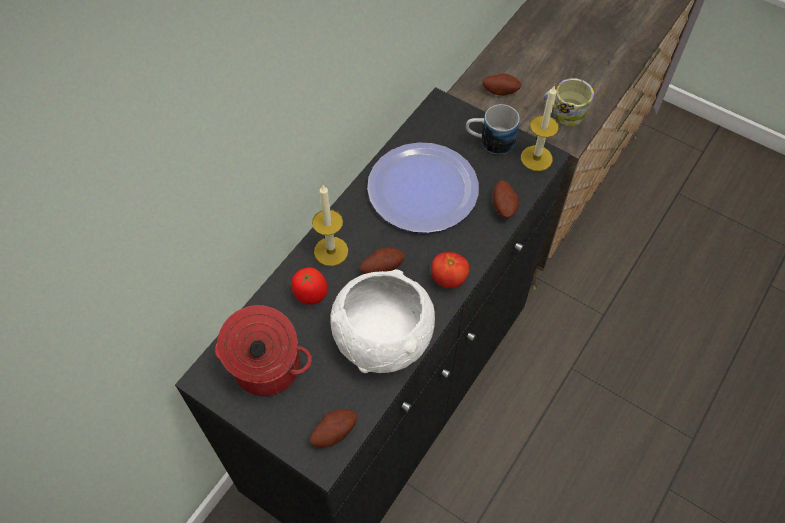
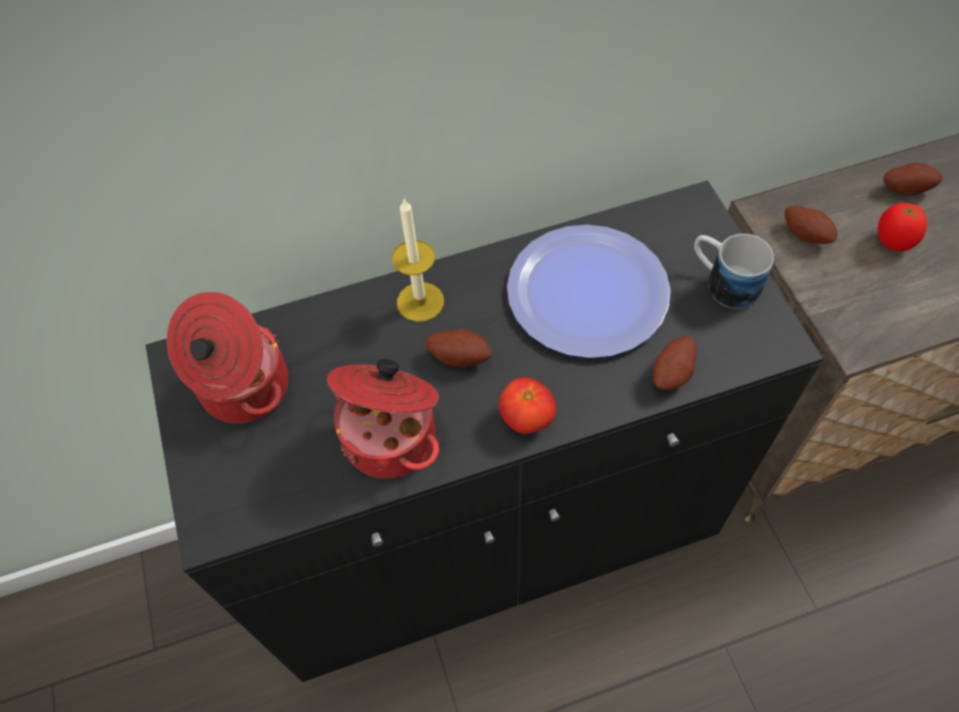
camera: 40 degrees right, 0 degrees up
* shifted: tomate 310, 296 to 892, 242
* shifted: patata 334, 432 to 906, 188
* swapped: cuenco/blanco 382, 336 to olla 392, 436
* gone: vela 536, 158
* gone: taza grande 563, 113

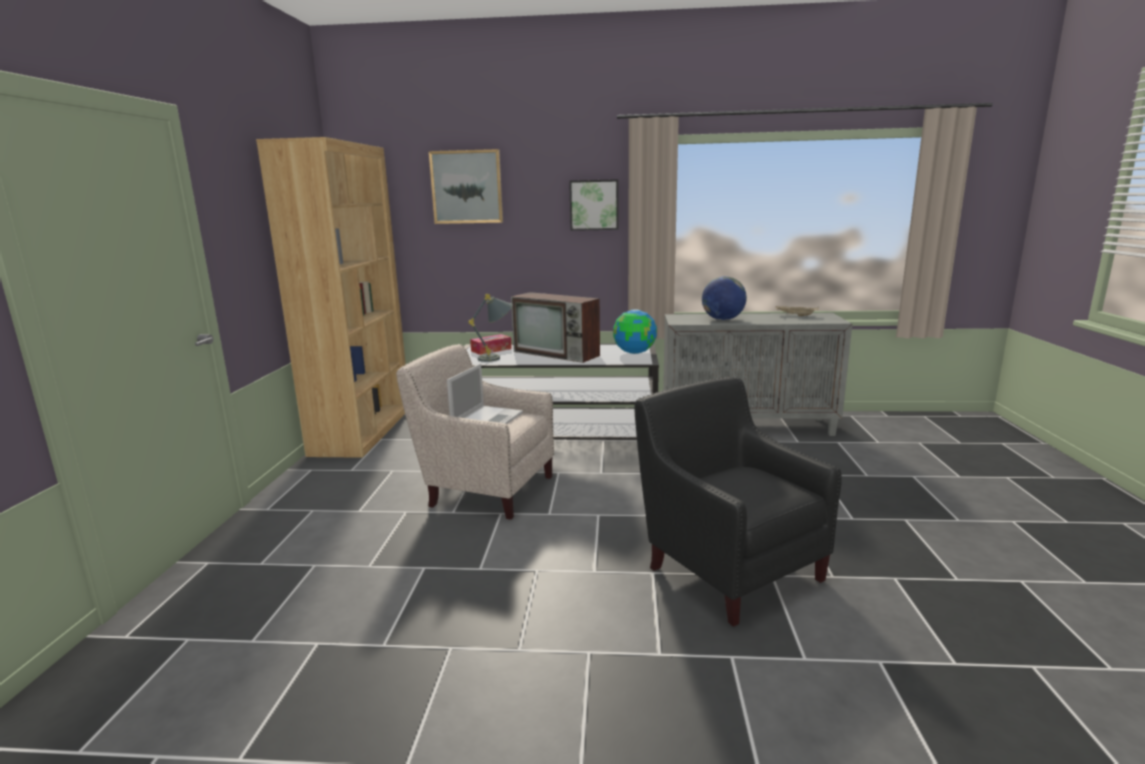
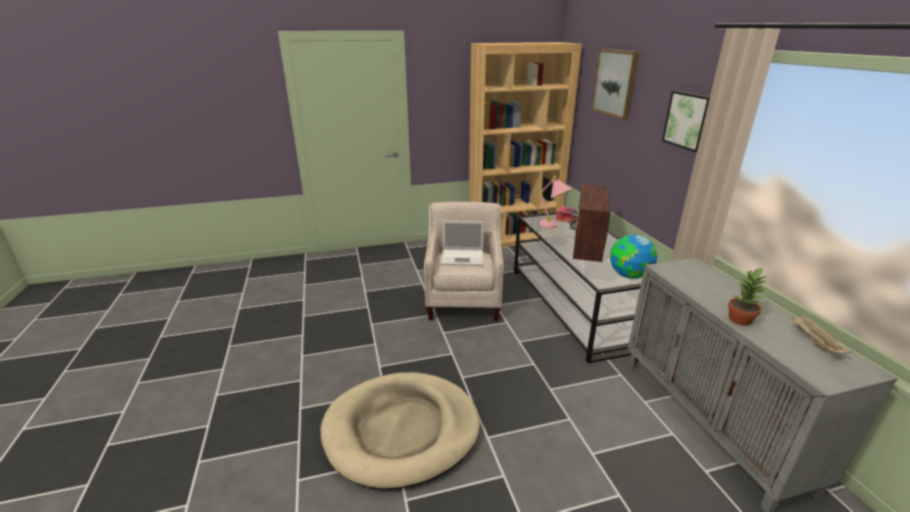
camera: 70 degrees right, 10 degrees up
* repainted: lámpara de mesa/gris 497, 357 to lámpara de mesa/rosa 553, 226
* swapped: sillón/negro 729, 567 to cama para perro/beis 402, 431
* gone: globo terráqueo 722, 319
* new: planta en maceta 740, 320

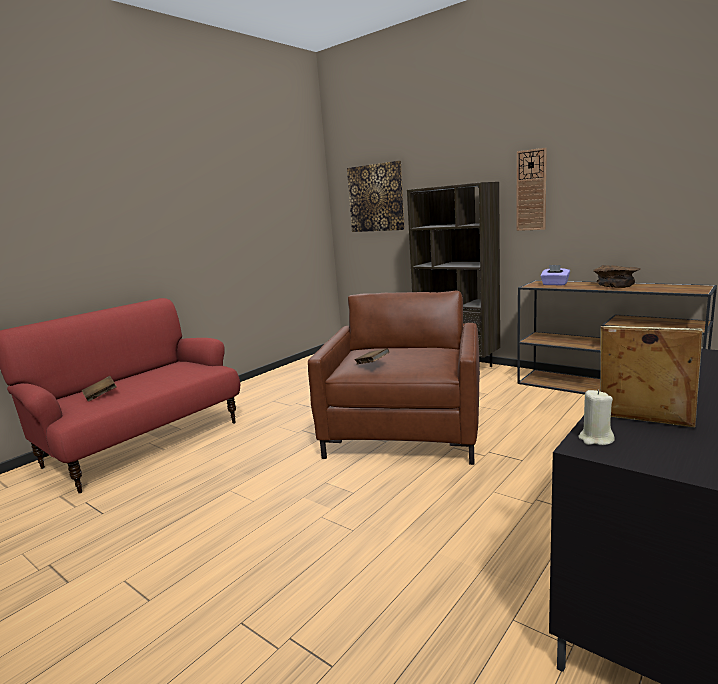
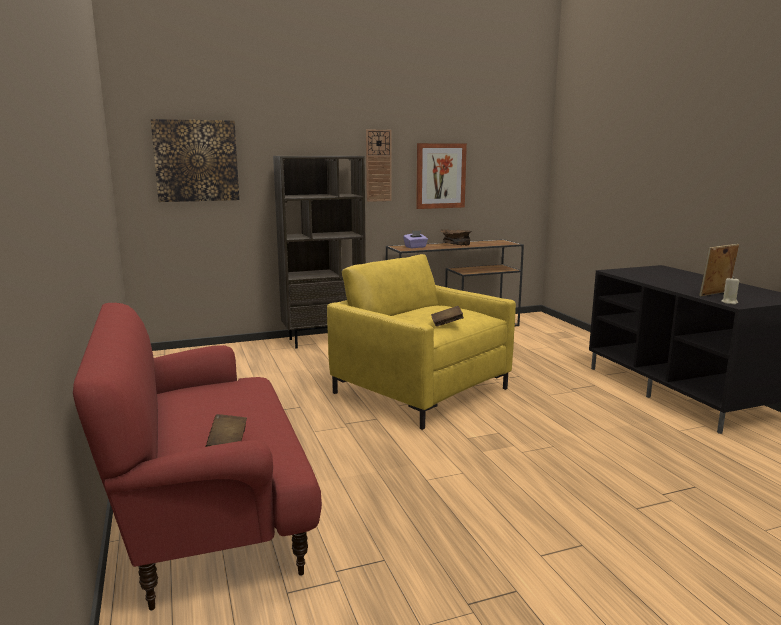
camera: 60 degrees left, 0 degrees up
* repainted: sillón/marrón 405, 432 to sillón/amarillo 421, 391
* new: cuadro 440, 176

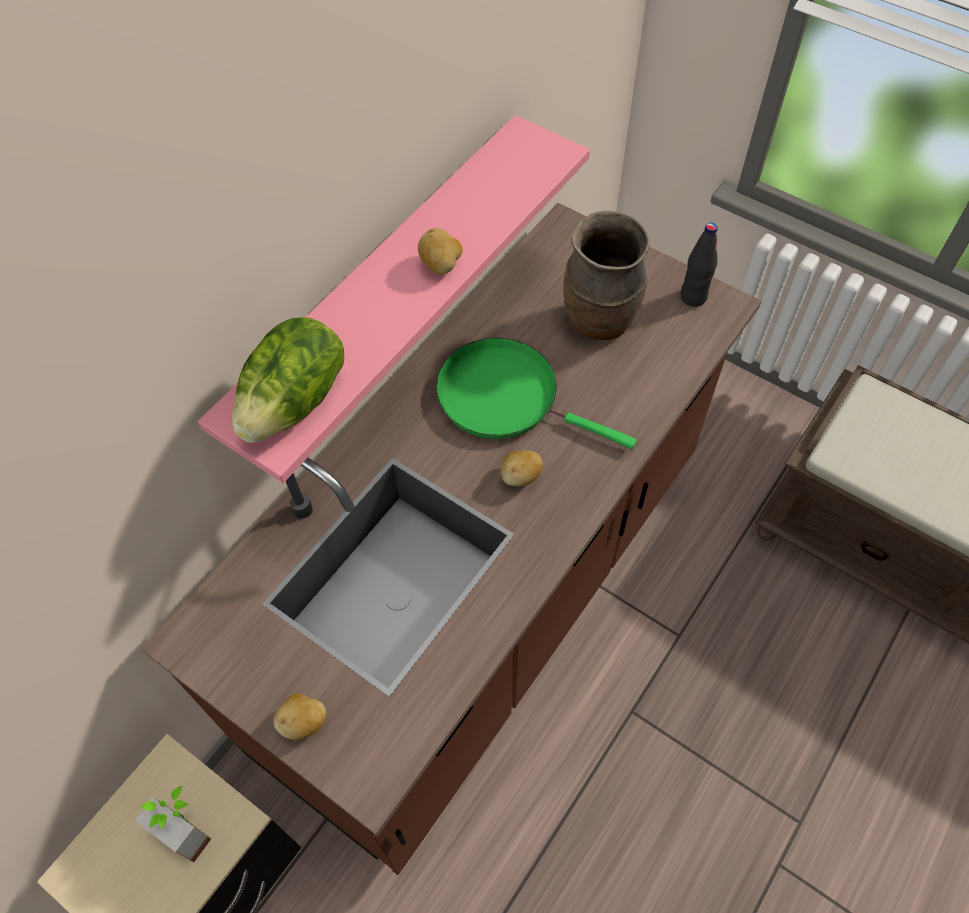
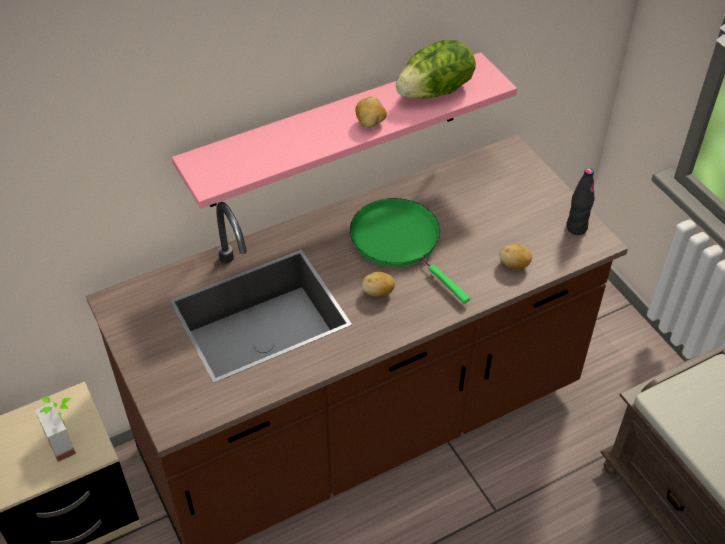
camera: 25 degrees right, 10 degrees down
* shifted: lechuga 296, 402 to 436, 91
* shifted: patata 303, 722 to 514, 265
* gone: florero/marrón 600, 322

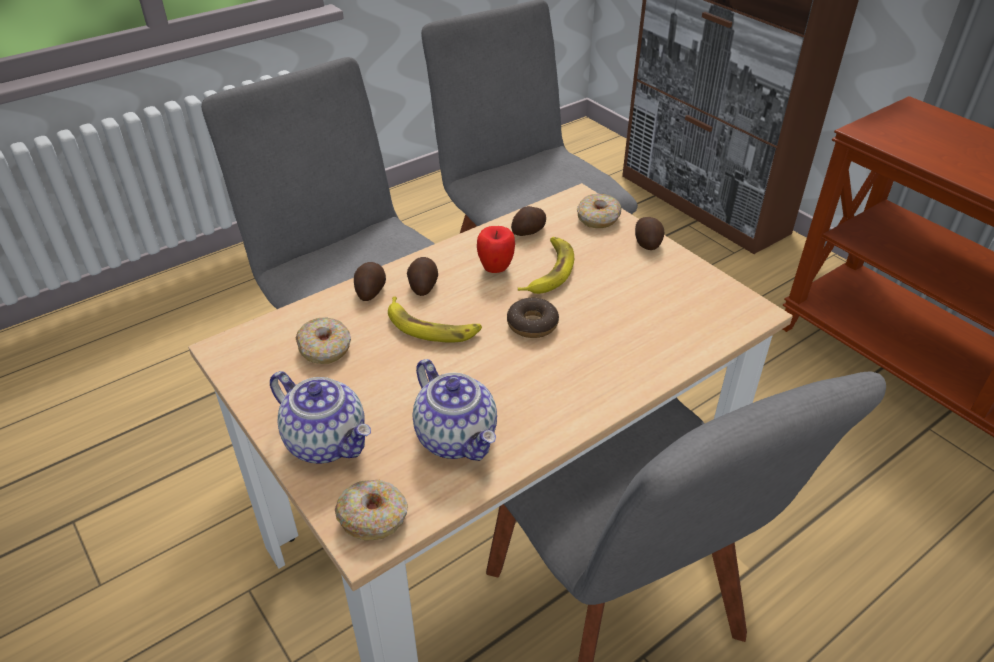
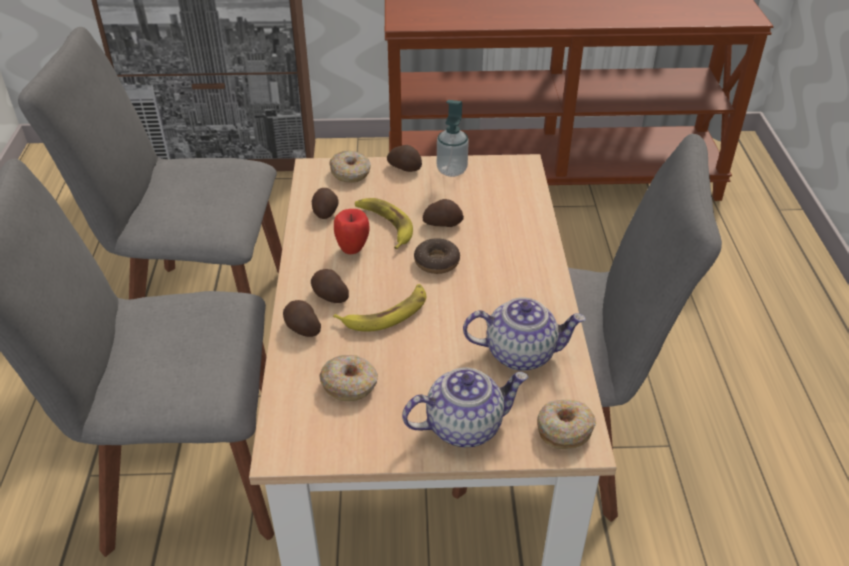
camera: 55 degrees left, 0 degrees up
* new: patata 442, 223
* new: dispensador de jabón 452, 170

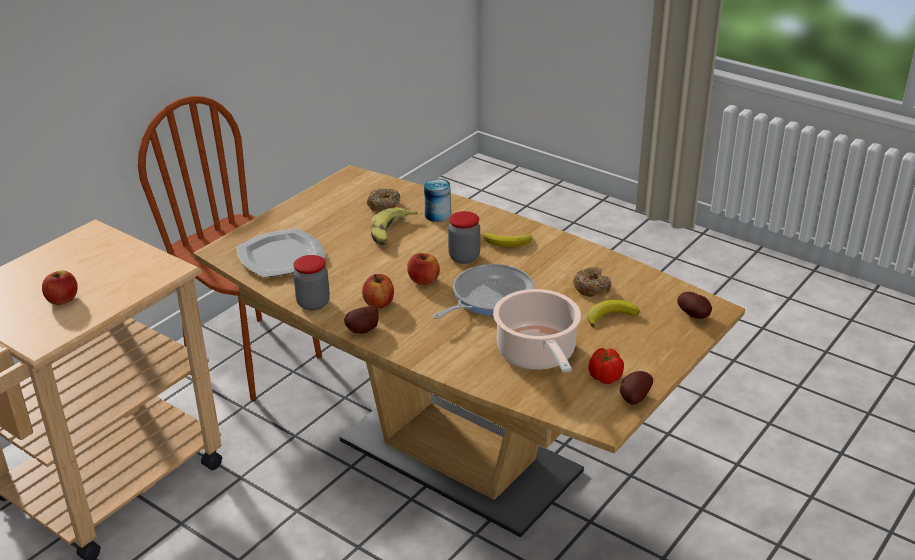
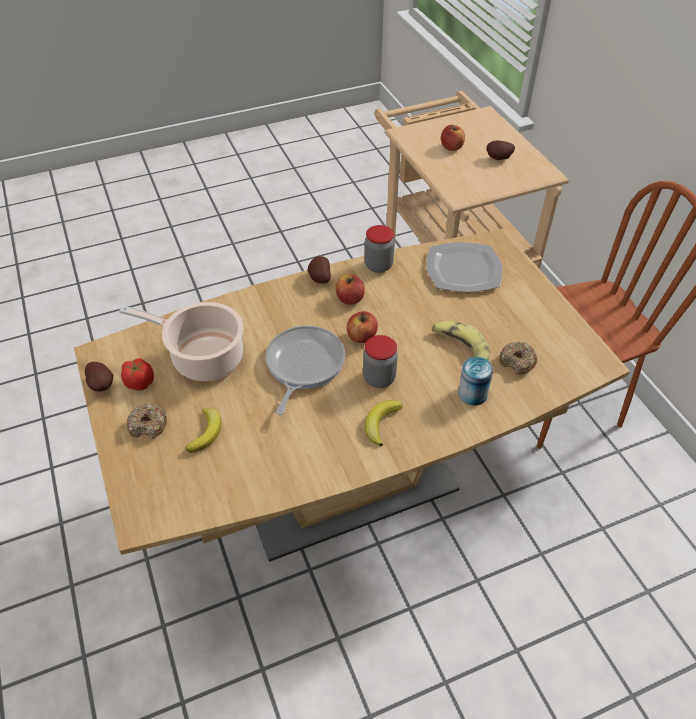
camera: 120 degrees right, 15 degrees up
* rotated: sartén 489, 297 = 303, 365 150 degrees counterclockwise
* shifted: rosquilla 591, 287 to 148, 425
* shifted: patata 695, 316 to 499, 159

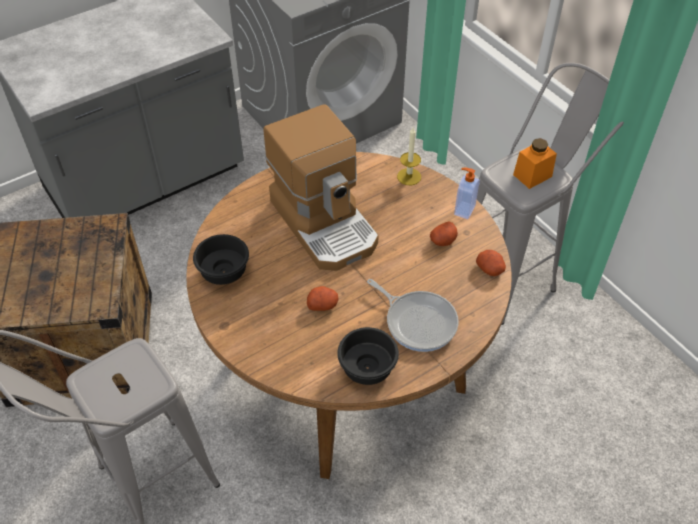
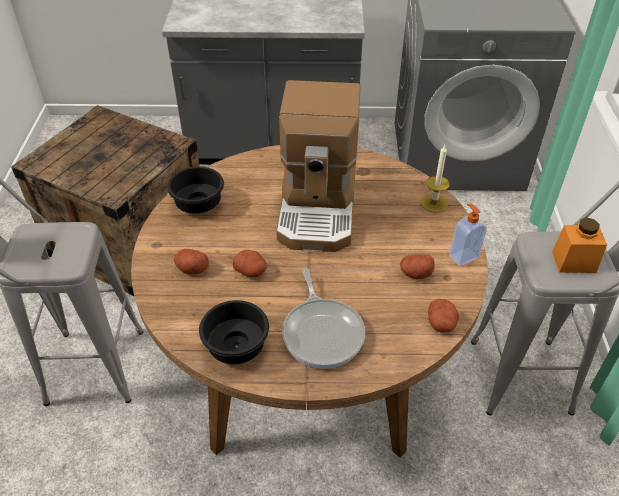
camera: 35 degrees right, 5 degrees down
* new: patata 191, 268

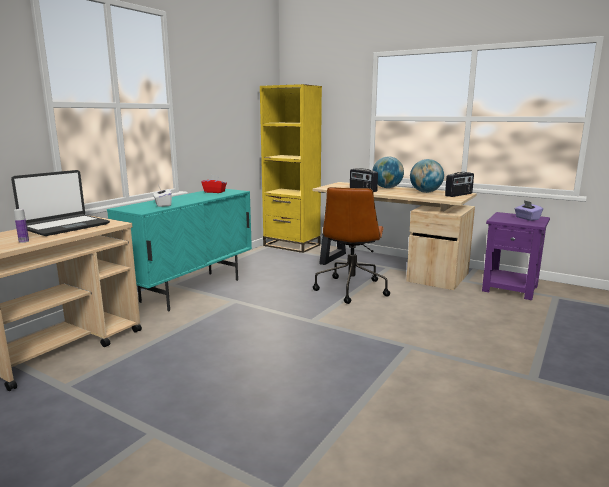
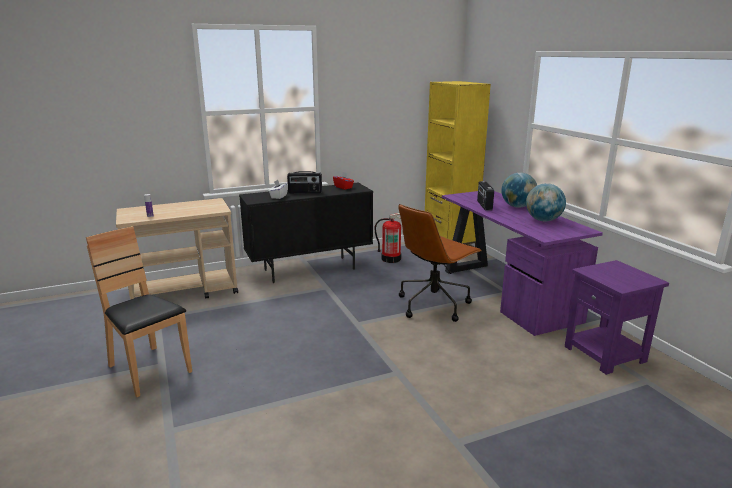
camera: 35 degrees right, 5 degrees up
* gone: portátil 65, 226
* repainted: armario/turquesa 192, 290 to armario/negro 310, 269
* repainted: escritorio/beis 388, 268 to escritorio/morado 505, 293
* shifted: radio 459, 195 to 305, 192
* gone: caja de pañuelos/morado 527, 218
* new: silla/marrón 149, 370
* new: extintor 391, 259

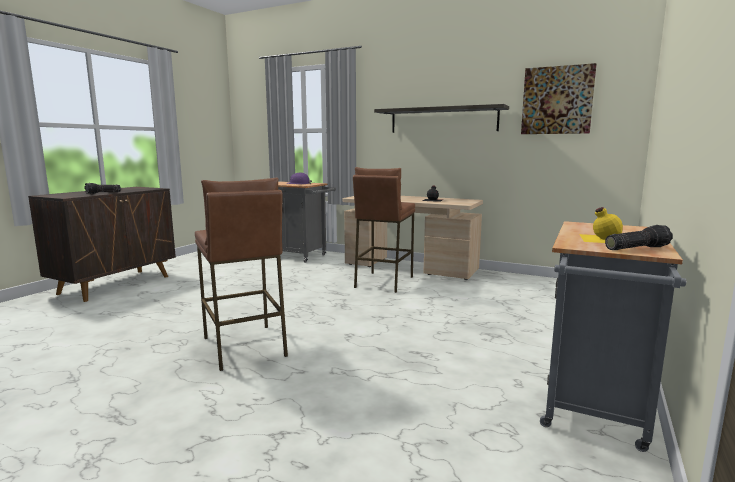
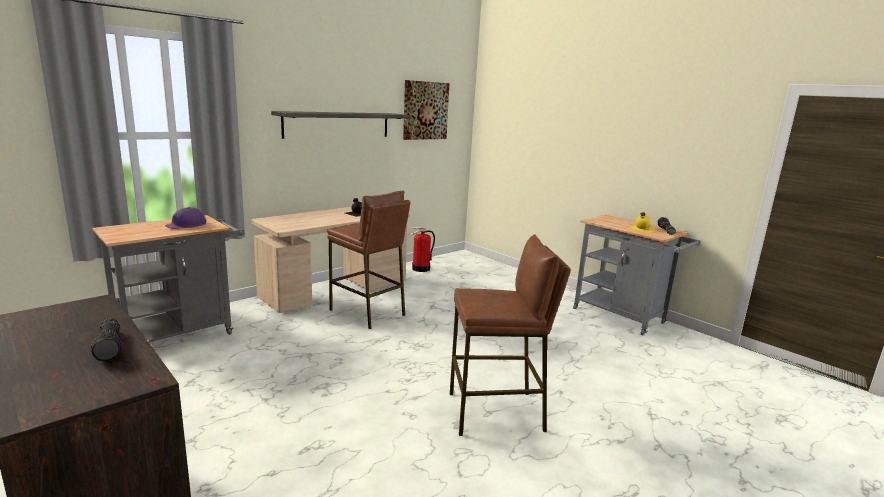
camera: 70 degrees left, 5 degrees up
* new: extintor 421, 269

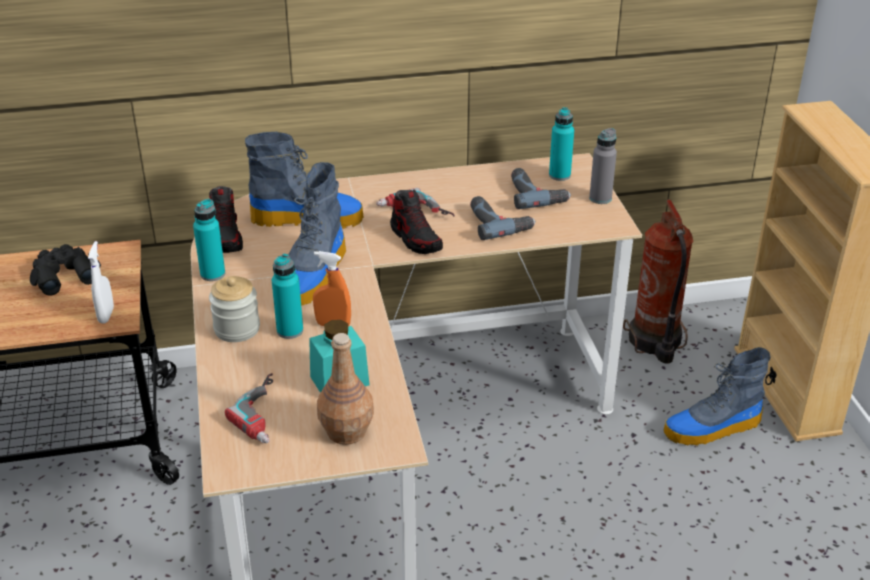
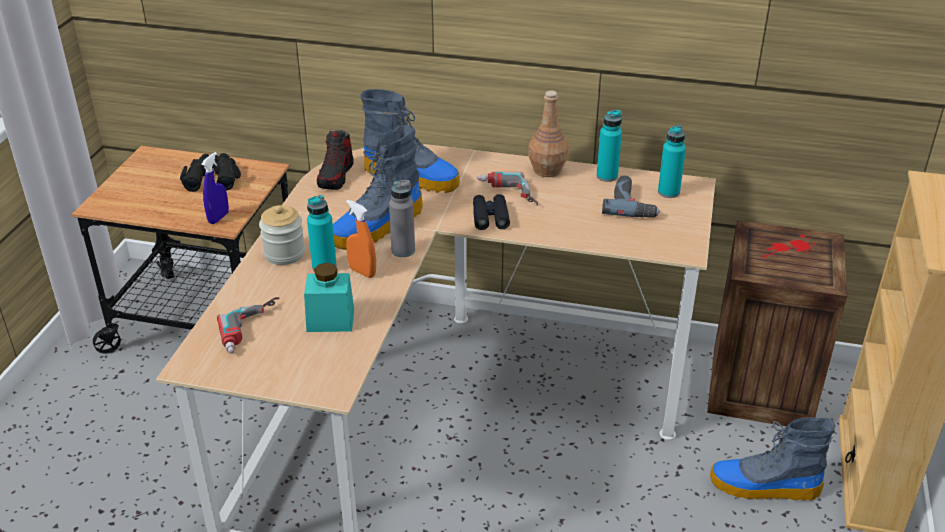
camera: 25 degrees right, 0 degrees up
* repainted: pulverizador/blanco 106, 315 to pulverizador/azul 218, 218
* shifted: botella/turquesa 212, 274 to 607, 176
* shifted: botella/marrón 346, 431 to 547, 170
* swapped: zapato 416, 239 to prismáticos/negro 490, 217
* gone: taladro 498, 222
* shifted: botella/gris 600, 198 to 403, 250
* swapped: extintor 654, 342 to caja de embalaje 758, 386

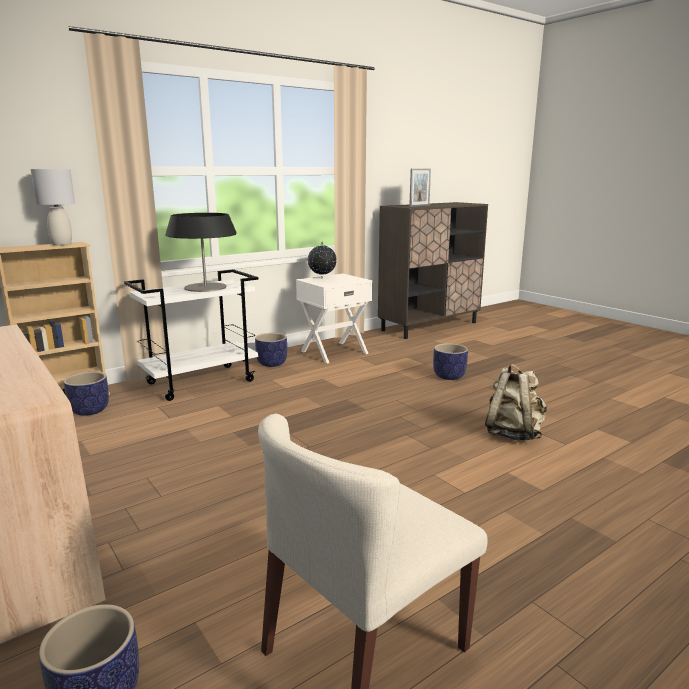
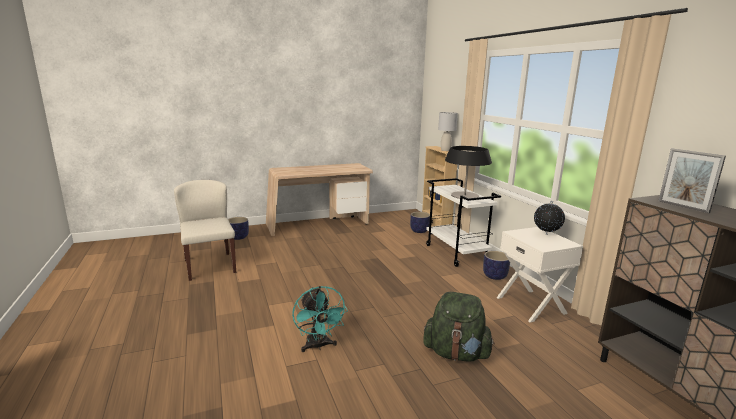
camera: 105 degrees right, 0 degrees up
* swapped: maceta 448, 376 to mochila/verde 456, 353
* swapped: mochila/beis 512, 434 to ventilador/turquesa 318, 346

